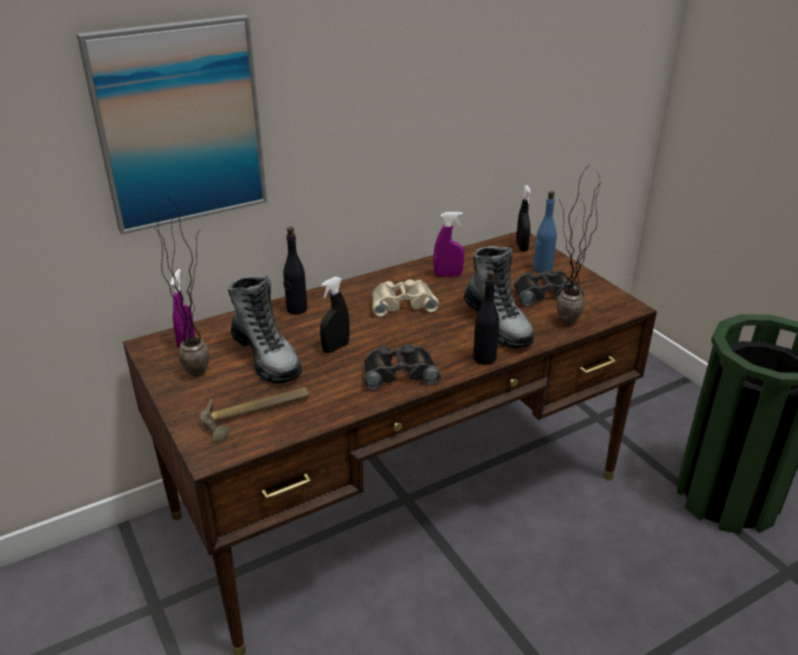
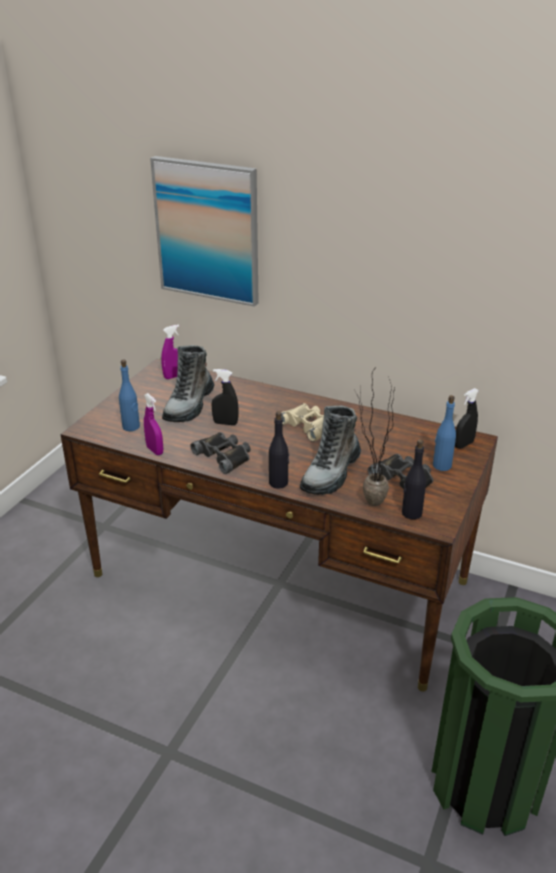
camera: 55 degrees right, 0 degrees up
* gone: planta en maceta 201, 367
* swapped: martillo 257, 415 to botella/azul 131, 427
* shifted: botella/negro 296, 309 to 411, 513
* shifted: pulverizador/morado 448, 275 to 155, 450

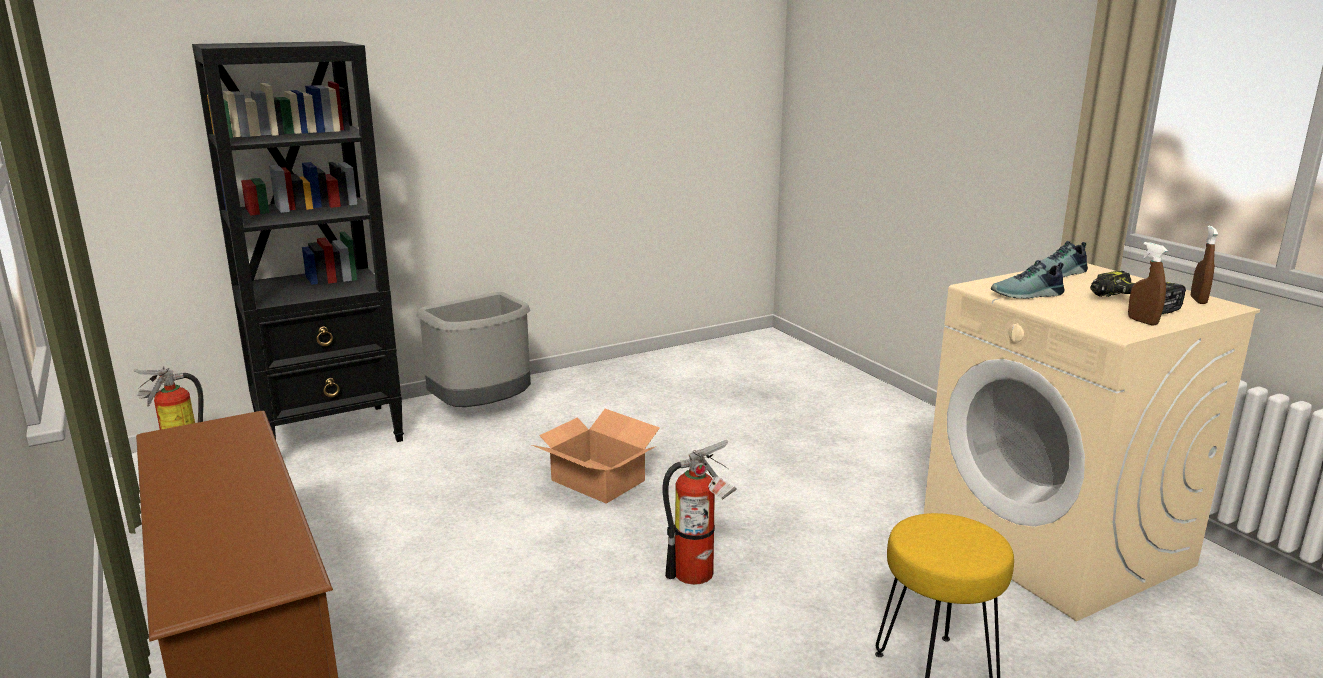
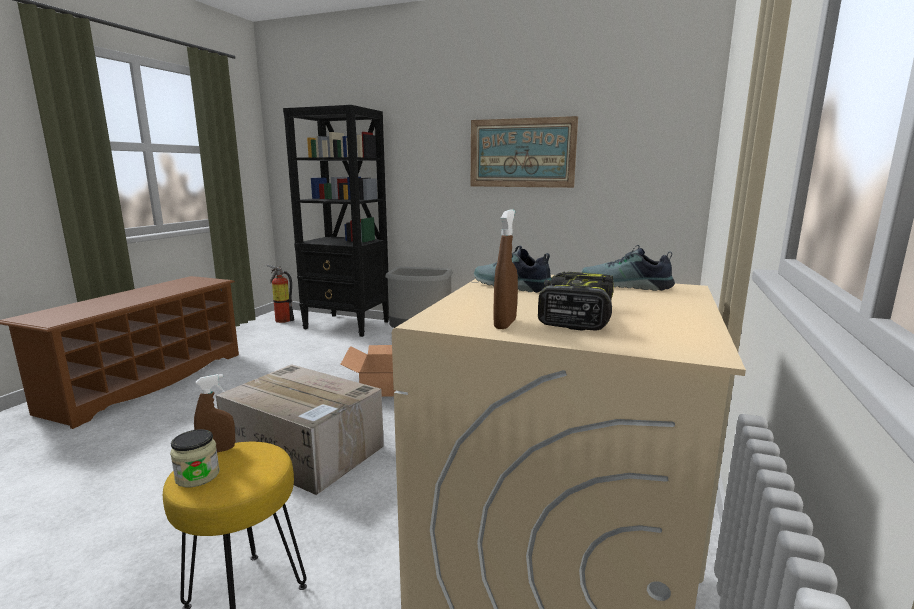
camera: 50 degrees right, 5 degrees down
* swapped: extintor 700, 574 to caja de cartón 306, 450
* shifted: pulverizador/marrón 1198, 300 to 218, 451
* new: tarro 197, 476
* new: cuadro 522, 153

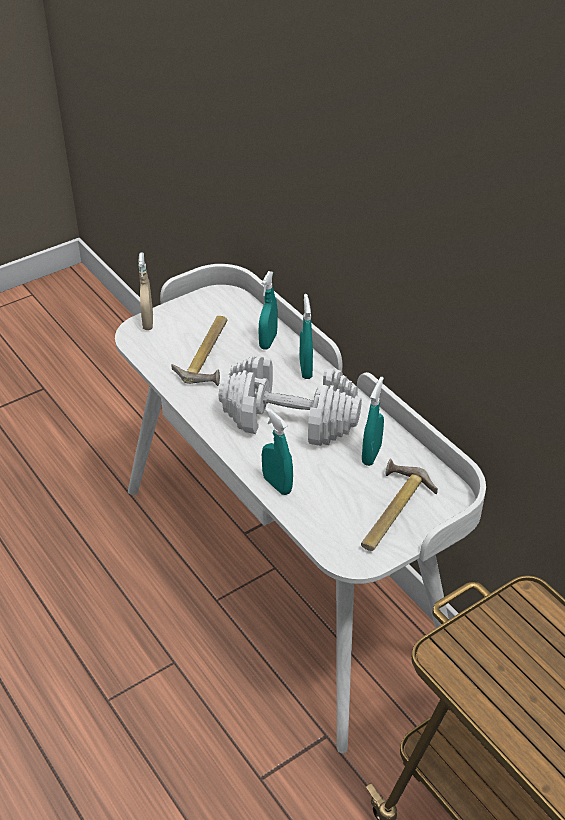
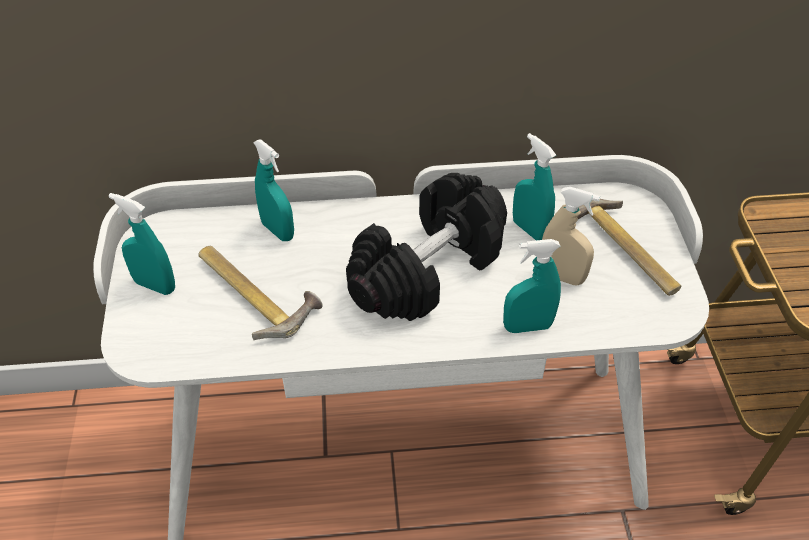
camera: 60 degrees left, 5 degrees up
* shifted: pulverizador/beis 148, 322 to 561, 277
* repainted: mancuerna/blanco 289, 420 to mancuerna/negro 428, 271
* shifted: pulverizador/turquesa 305, 370 to 155, 286

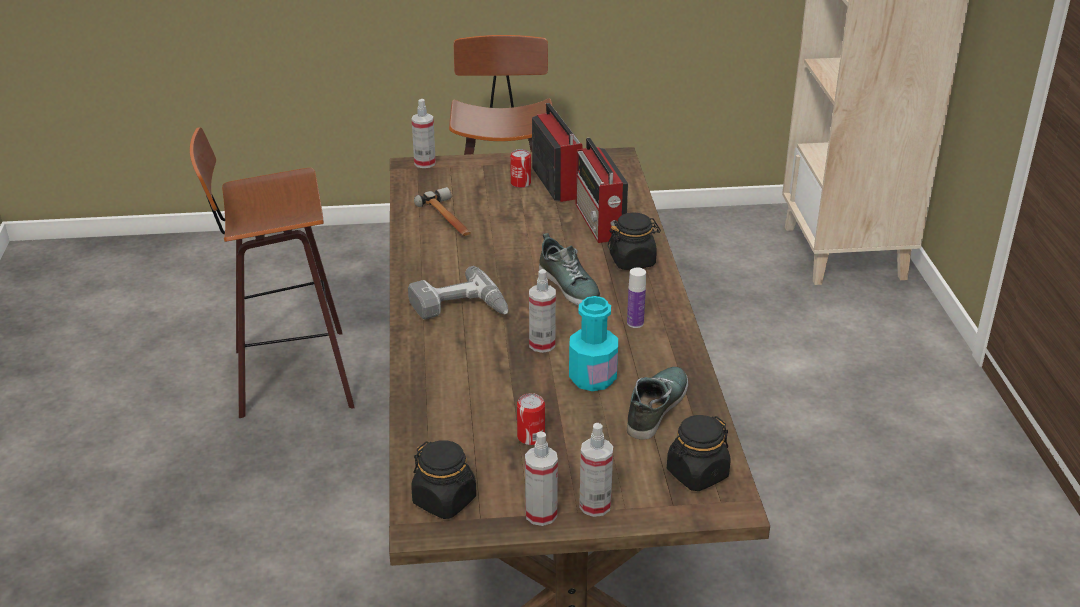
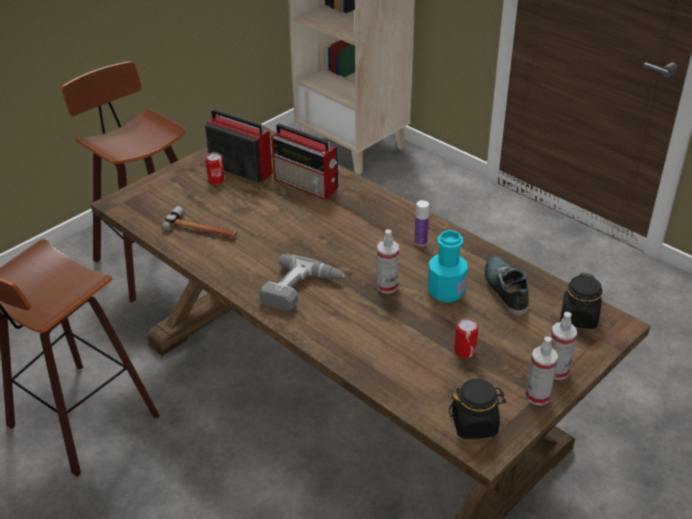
camera: 40 degrees left, 5 degrees up
* gone: pulverizador 425, 163
* gone: zapato 570, 285
* gone: tarro/negro 632, 261

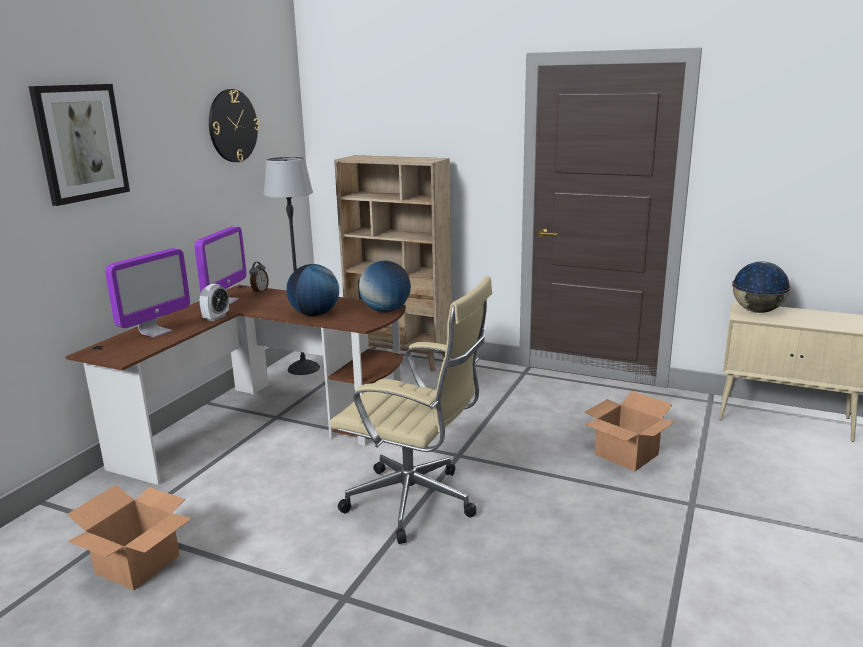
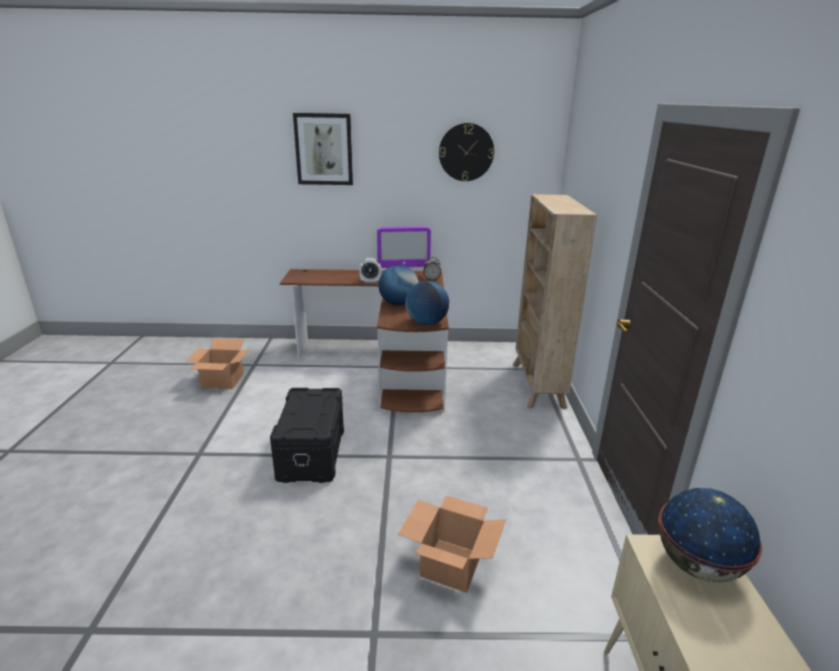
camera: 65 degrees right, 5 degrees up
* gone: monitor 155, 332
* gone: lámpara de pie 303, 368
* swapped: silla de oficina/beis 416, 503 to caja de almacenaje/negro 310, 453

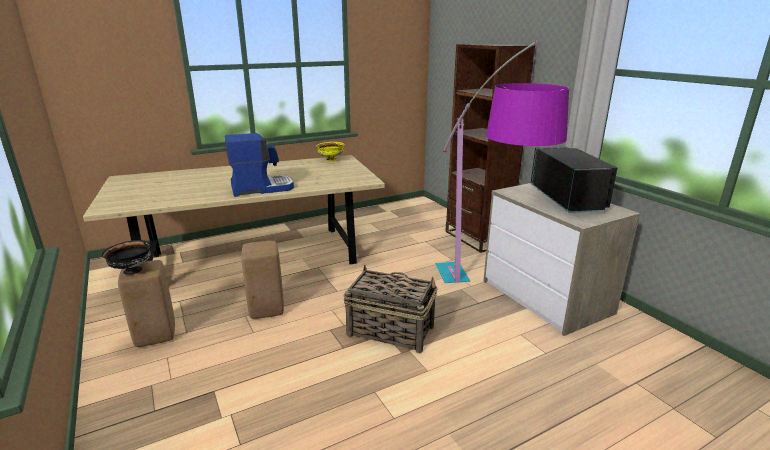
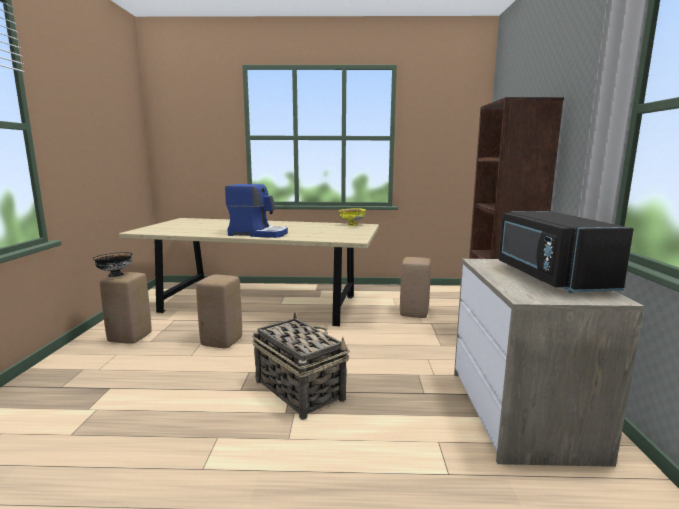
camera: 30 degrees right, 10 degrees down
* gone: lámpara de pie 474, 312
* rotated: microondas/negro 568, 199 = 549, 277 150 degrees clockwise
* new: taburete/beis 414, 314

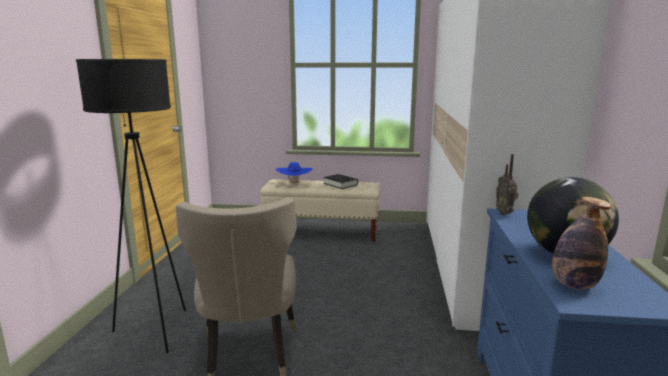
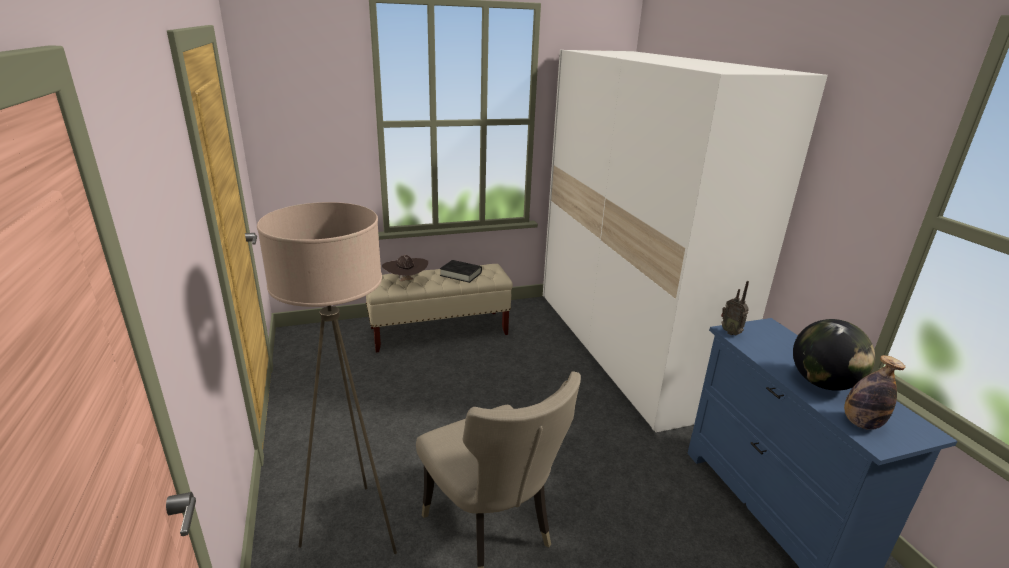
camera: 25 degrees left, 10 degrees up
* repainted: lámpara de pie/negro 155, 331 to lámpara de pie/beis 354, 528
* repainted: sombrero/azul 294, 184 to sombrero/marrón 406, 281

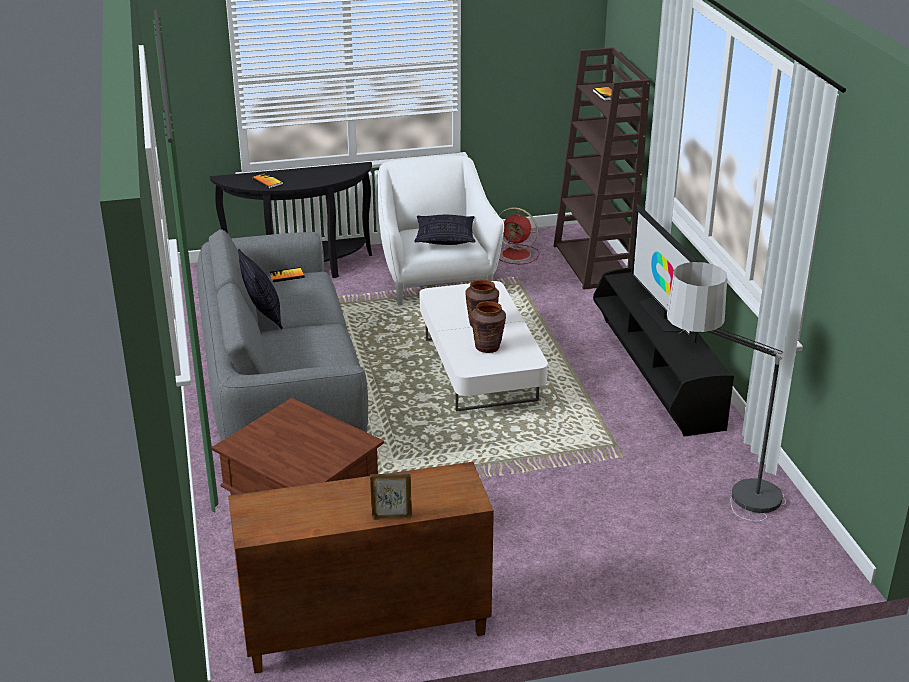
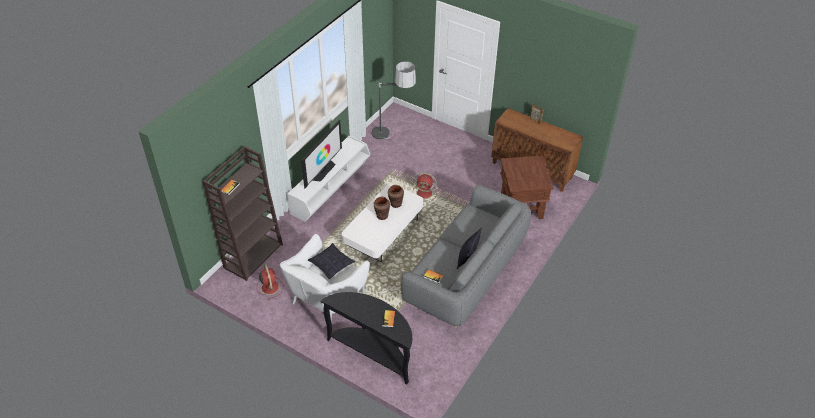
camera: 135 degrees left, 15 degrees up
* repainted: mueble de televisión/negro 654, 373 to mueble de televisión/blanco 331, 188
* new: ventilador/rojo 425, 193

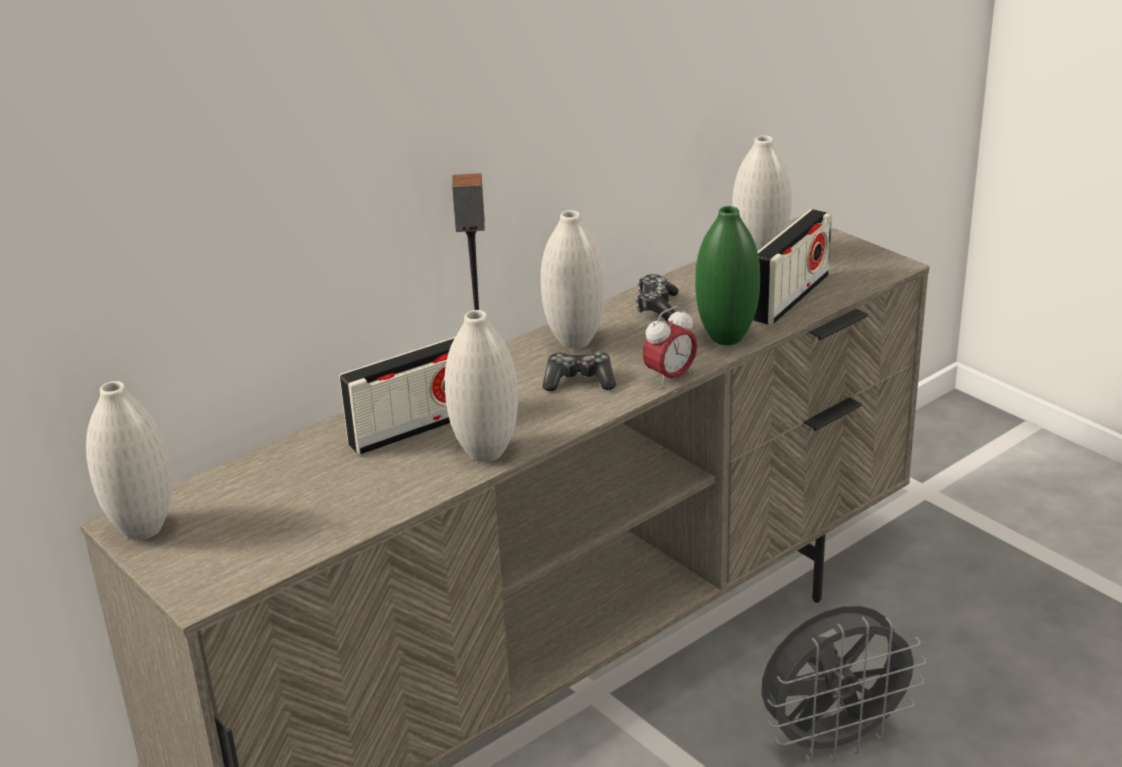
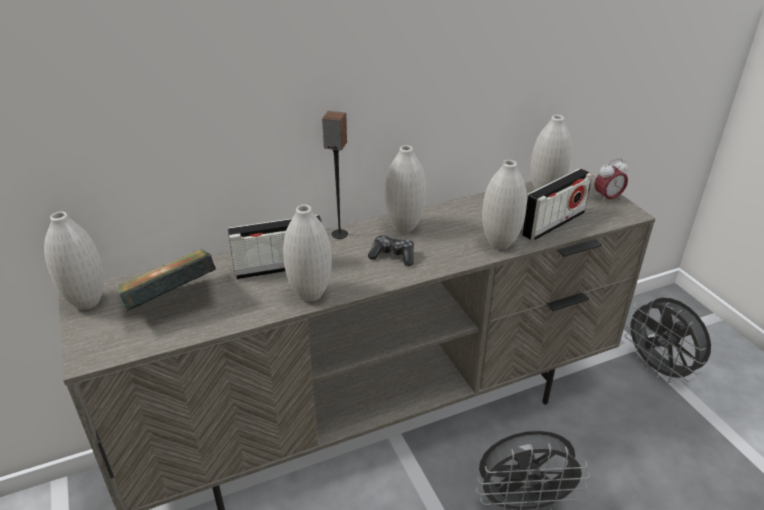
camera: 15 degrees right, 5 degrees up
* gone: mando de consola 657, 307
* shifted: despertador 670, 378 to 607, 198
* repainted: florero/verde 726, 338 to florero/blanco 499, 244
* new: libro 172, 301
* new: ventilador/gris 658, 369

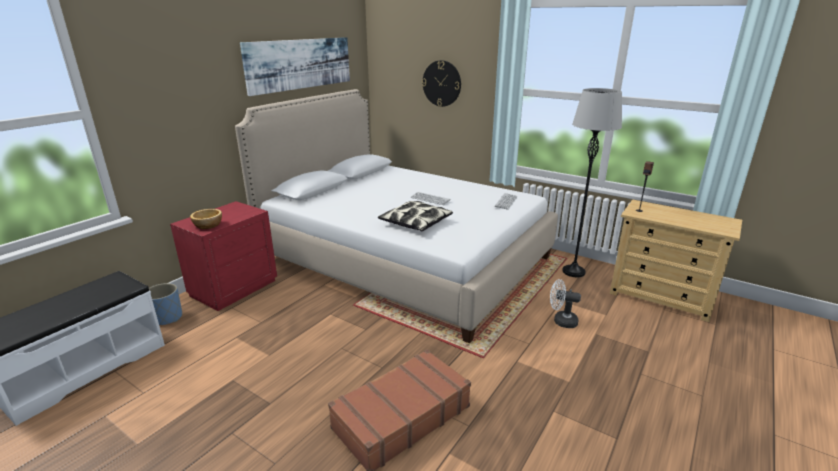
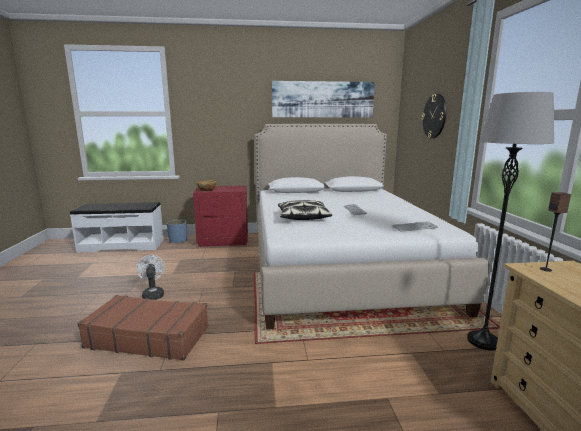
camera: 50 degrees right, 10 degrees down
* shifted: ventilador/blanco 561, 321 to 153, 294

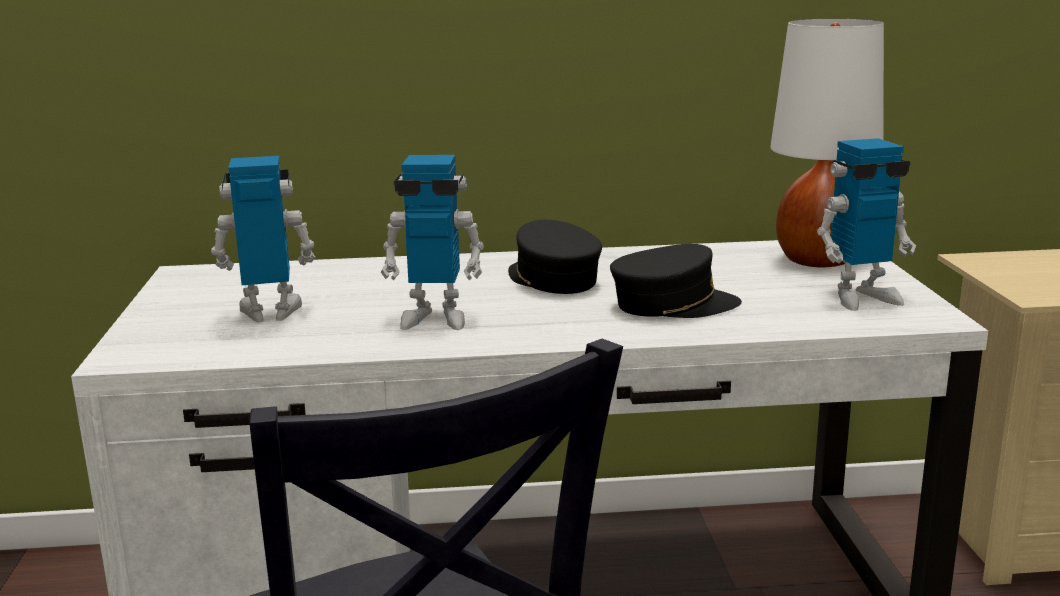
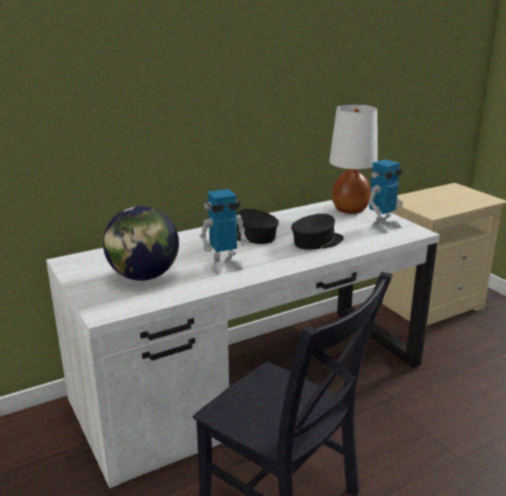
camera: 25 degrees left, 5 degrees up
* swapped: robot de juguete 270, 313 to globo terráqueo 143, 276

